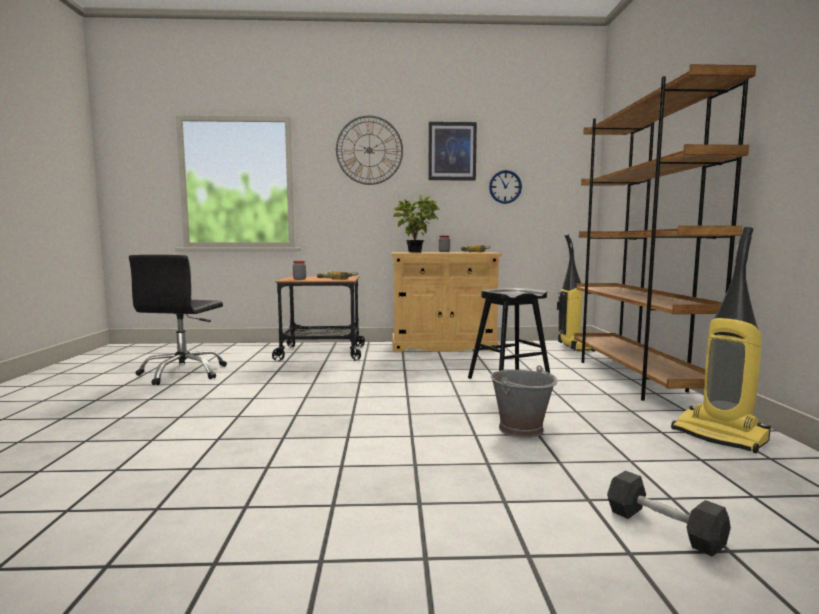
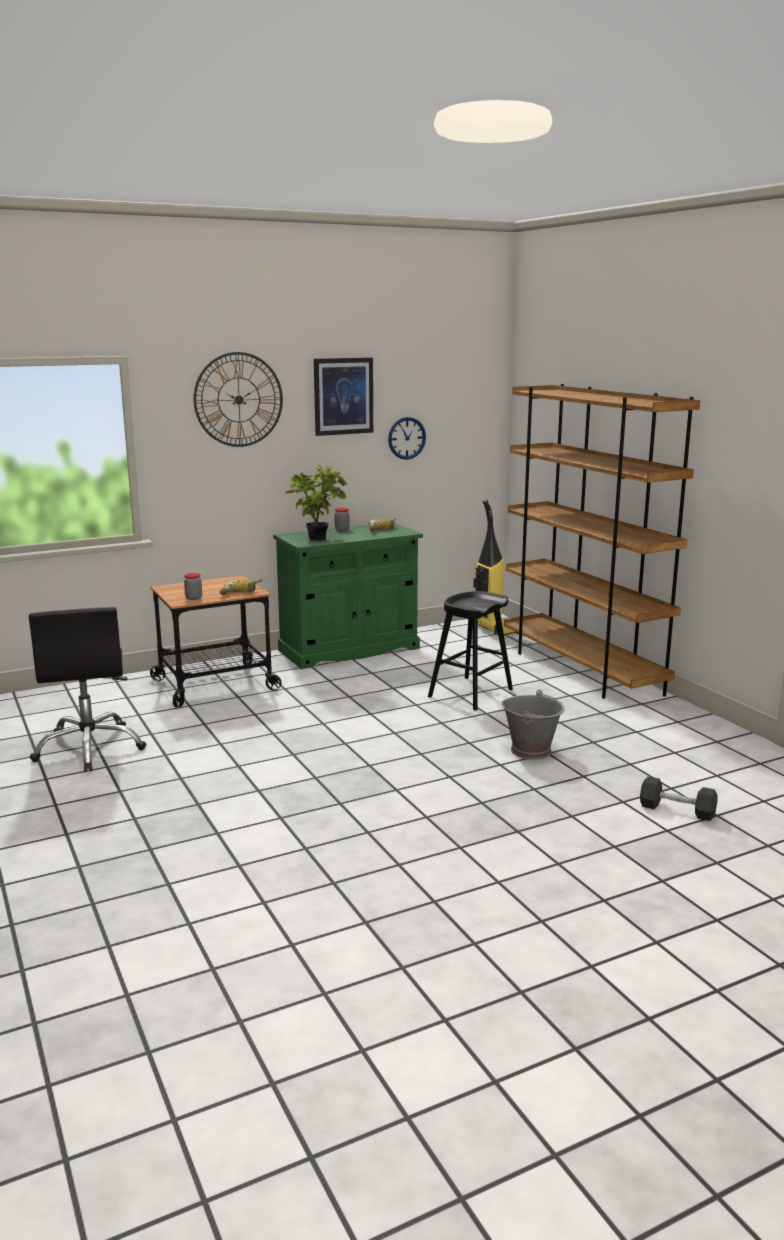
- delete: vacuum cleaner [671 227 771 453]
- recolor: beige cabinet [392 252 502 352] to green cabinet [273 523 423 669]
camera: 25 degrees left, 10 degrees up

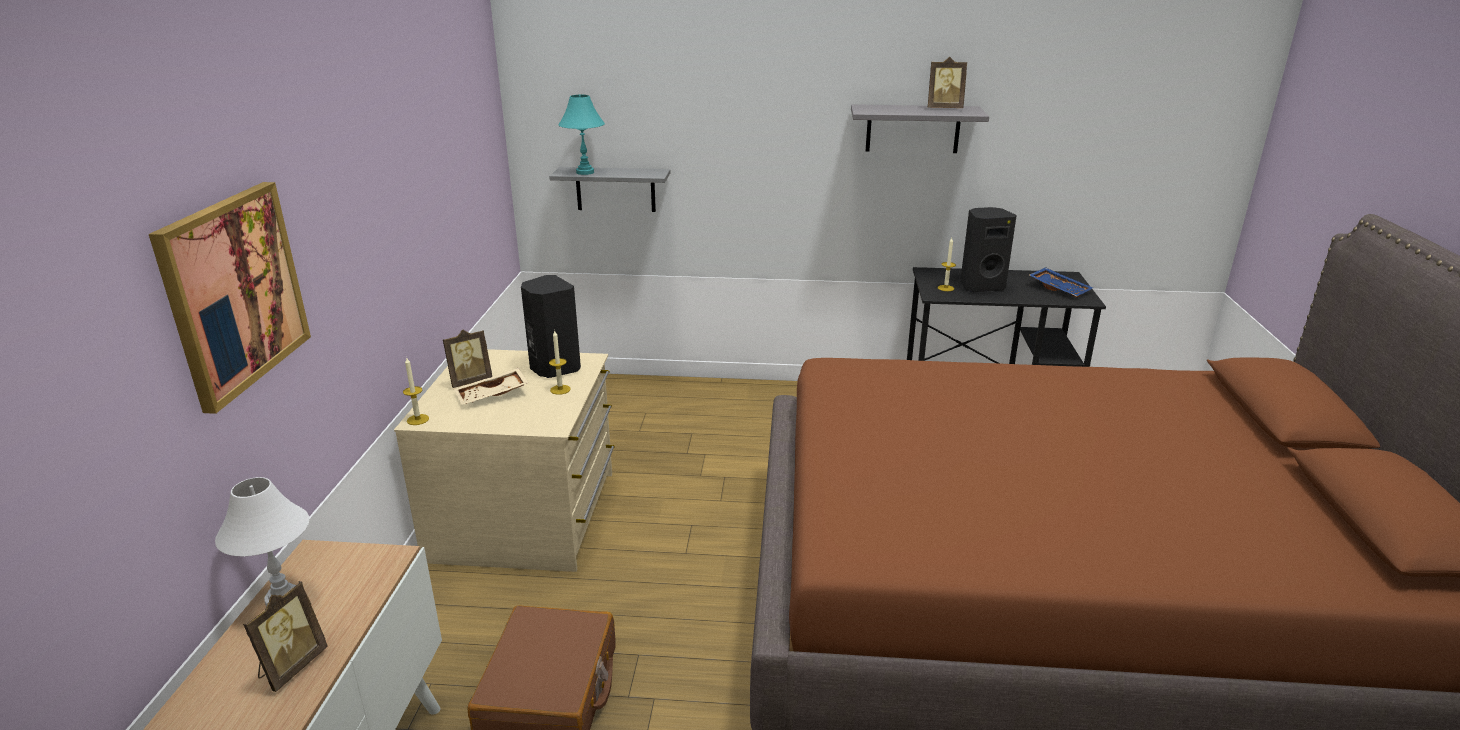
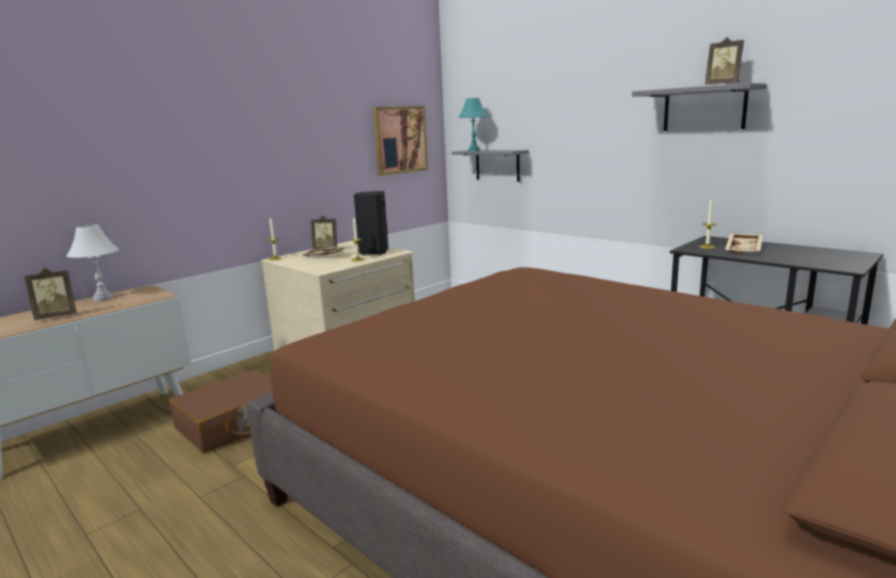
- move: picture [149 182 311 414] to [373 106 428 176]
- replace: black speaker [960 207 1017 292] to beige tray [725 233 763 254]
- delete: blue tray [1029 267 1093 298]
camera: 40 degrees right, 10 degrees down

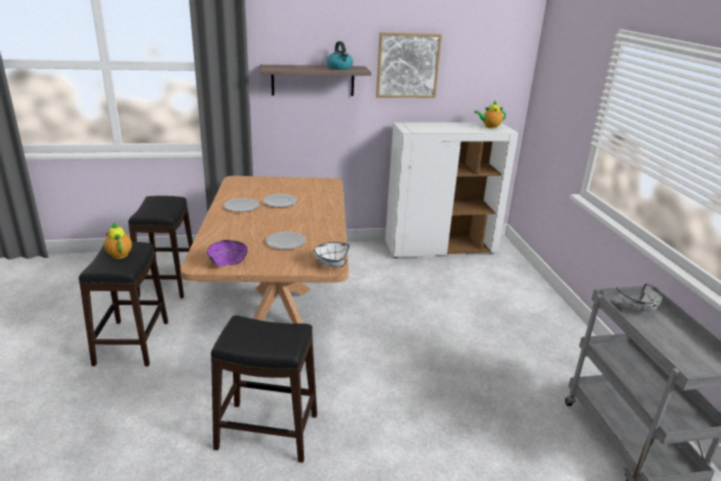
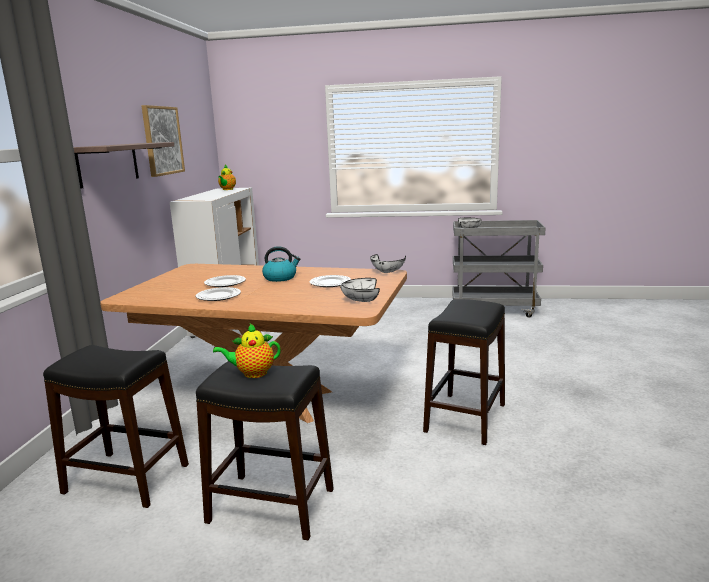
- move: kettle [327 41 353 70] to [262 246 301 282]
- recolor: purple bowl [207 240 247 266] to white bowl [340 278 380 302]
camera: 70 degrees left, 10 degrees down

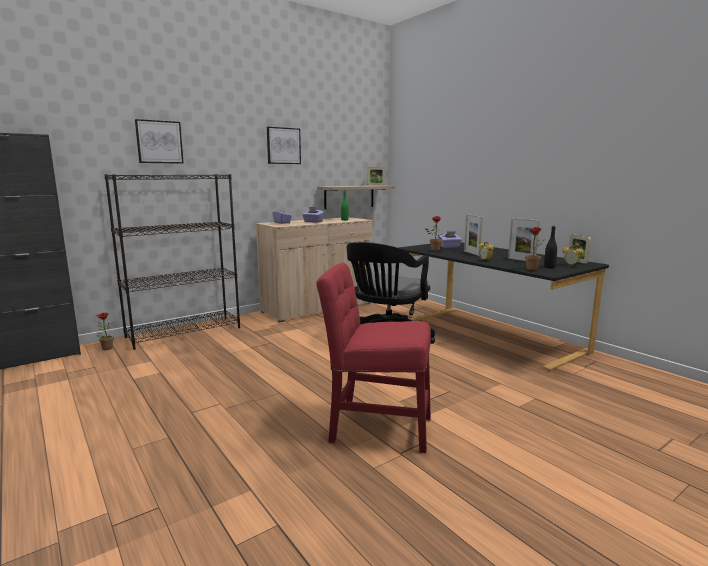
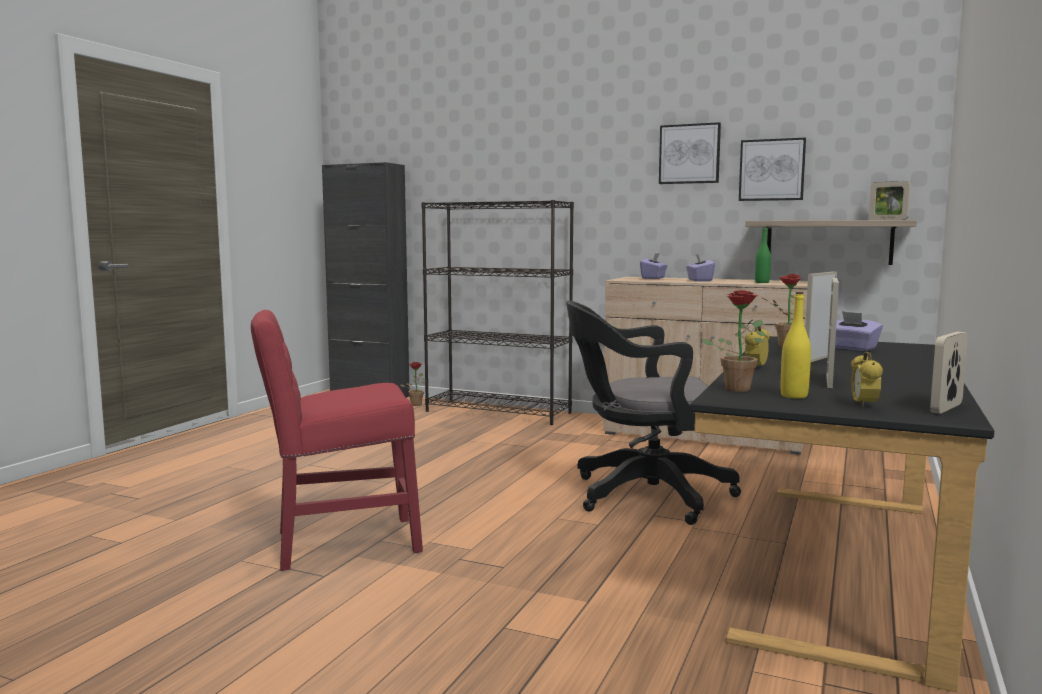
- move: picture [135 119 184 164] to [739 138 806 201]
- recolor: black bottle [544 226 557 268] to yellow bottle [781 292 811 399]
- rotate: red chair [317 263 431 453] = [251 310 423 571] 90 degrees counterclockwise
camera: 60 degrees right, 5 degrees down

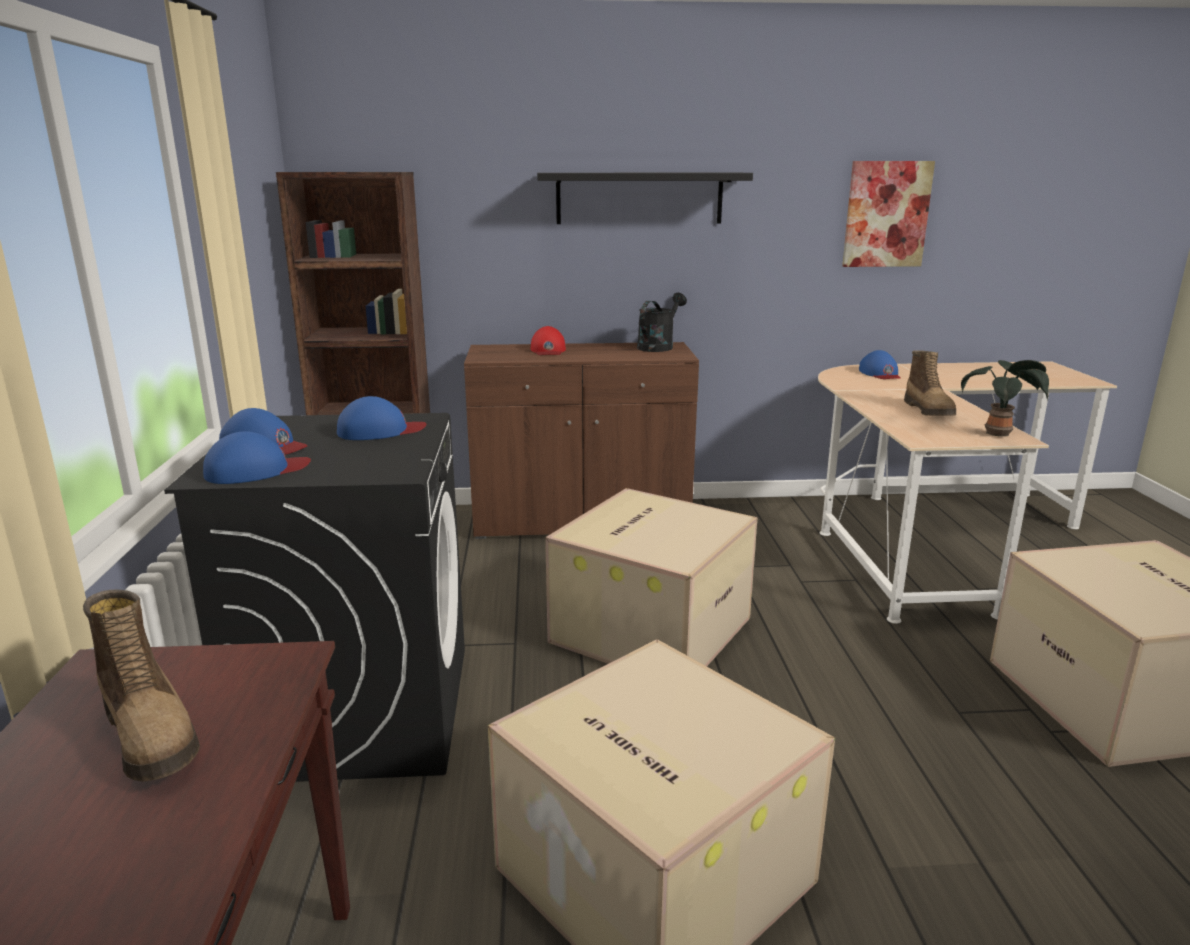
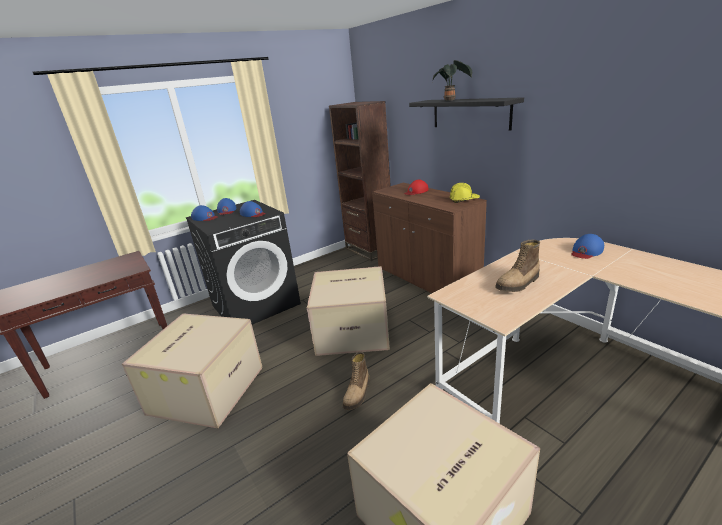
- delete: picture [842 161 935 267]
- replace: black watering can [637 293 687 352] to yellow hard hat [450 183 480 203]
- move: potted plant [961 360 1049 437] to [433 60 472 101]
- move: boot [83 590 200 782] to [343 352 370 410]
camera: 60 degrees right, 5 degrees up

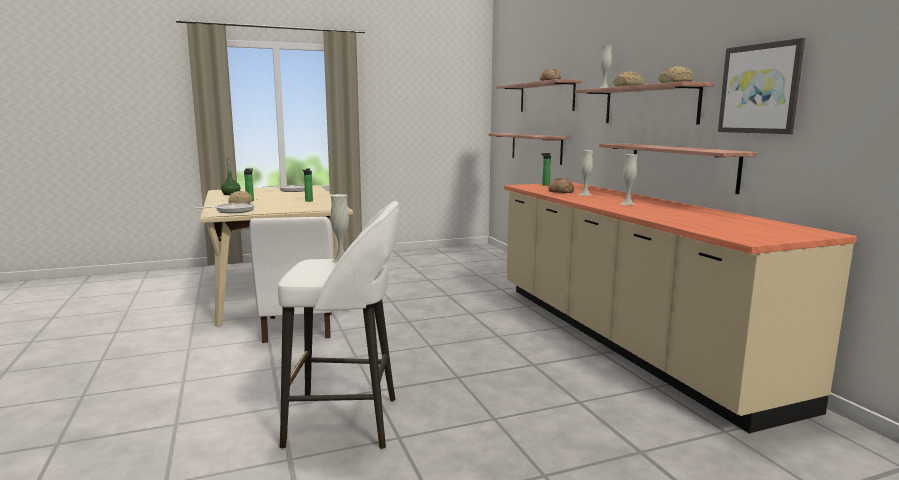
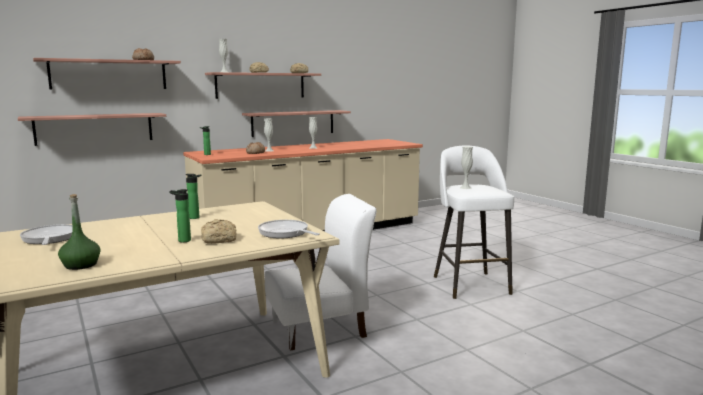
- delete: picture [718 38 805 134]
camera: 100 degrees left, 0 degrees up

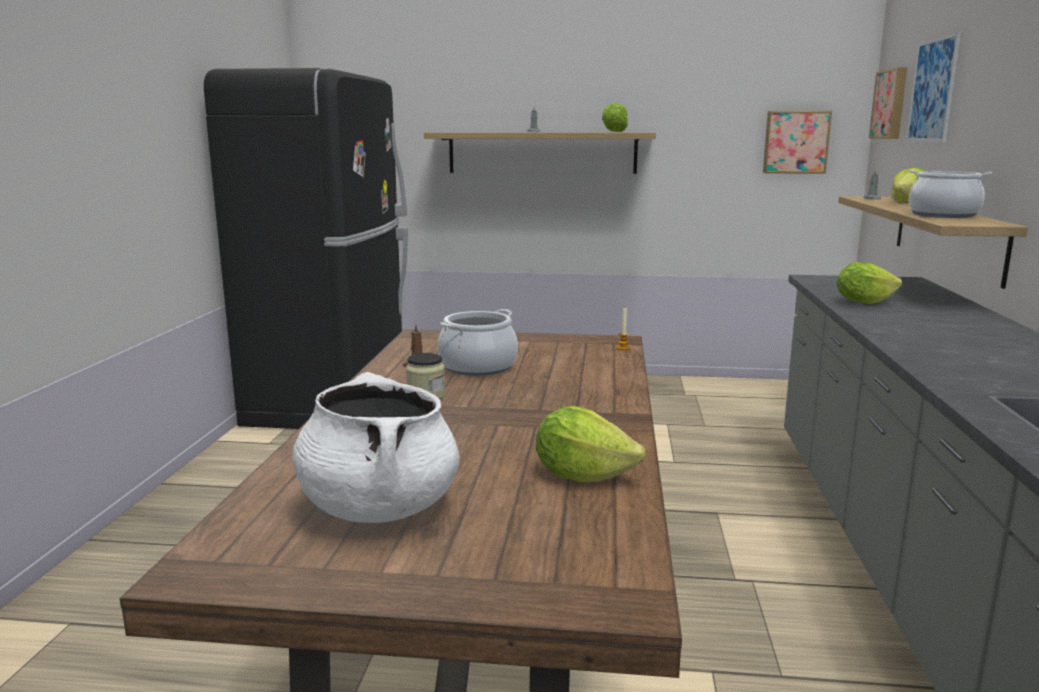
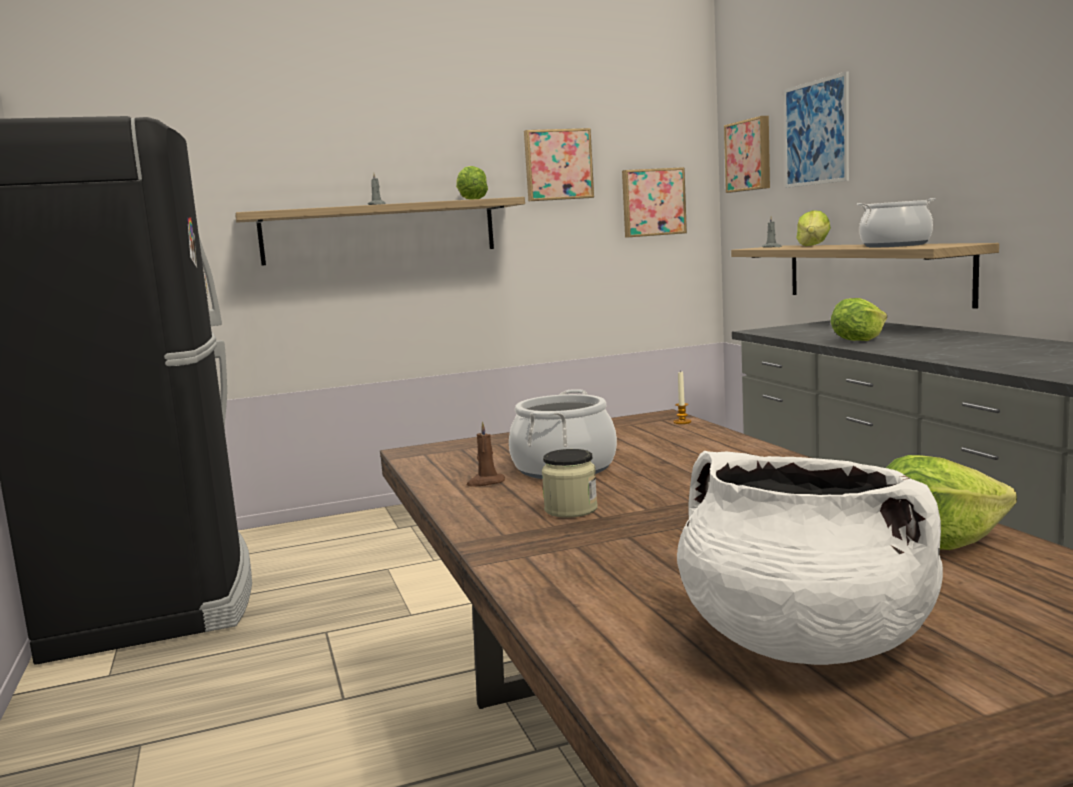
- insert: picture [524 128 594 201]
camera: 25 degrees left, 5 degrees down

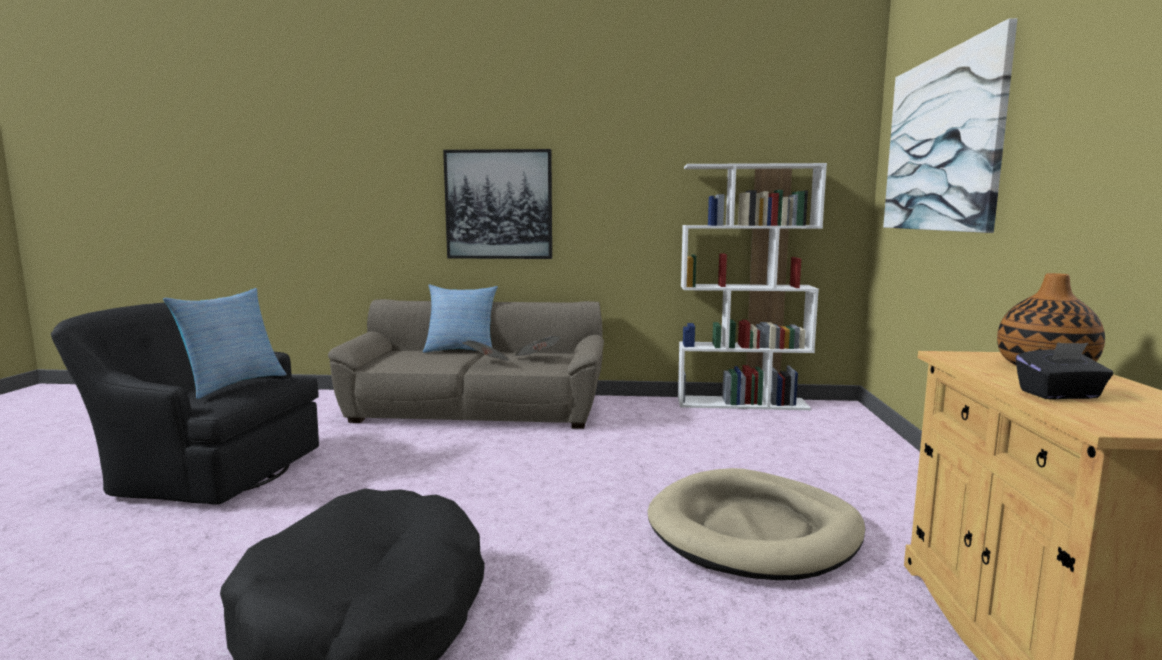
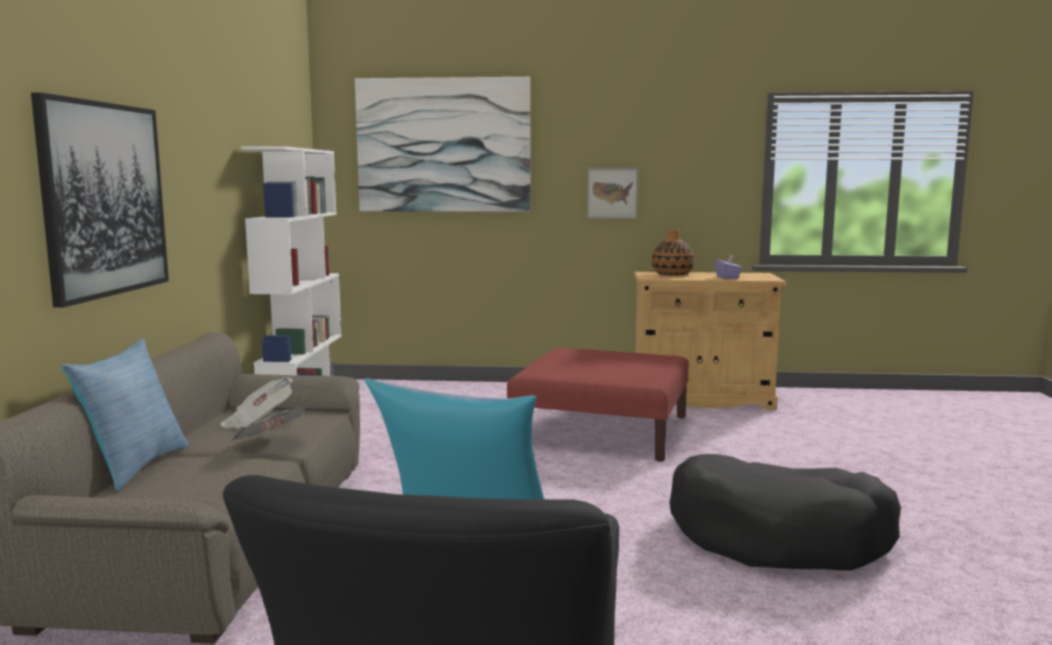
- recolor: black tissue box [1016 342 1113 399] to purple tissue box [715 254 742 279]
- replace: beige dog bed [648 468 865 580] to red ottoman [507 348 689 462]
- insert: picture [587 168 638 219]
camera: 90 degrees left, 0 degrees up

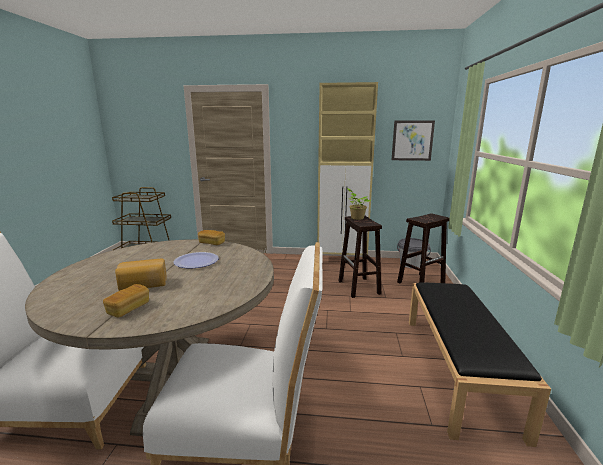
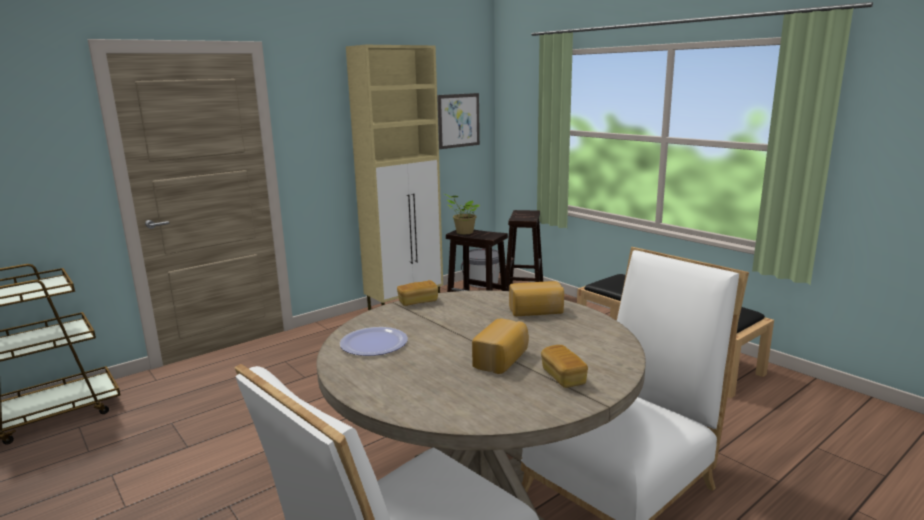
- move: plate [173 252 219 268] to [340 327 408 356]
- insert: bread [509 281 564 316]
camera: 45 degrees left, 0 degrees up

